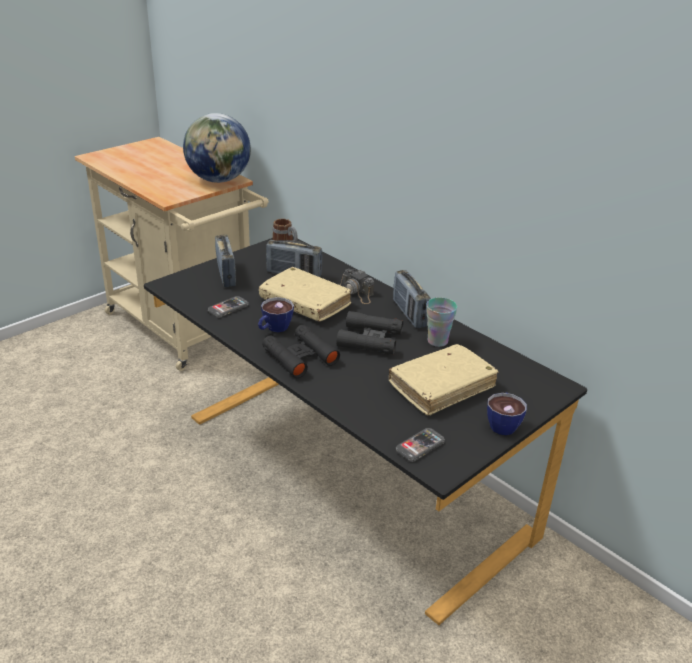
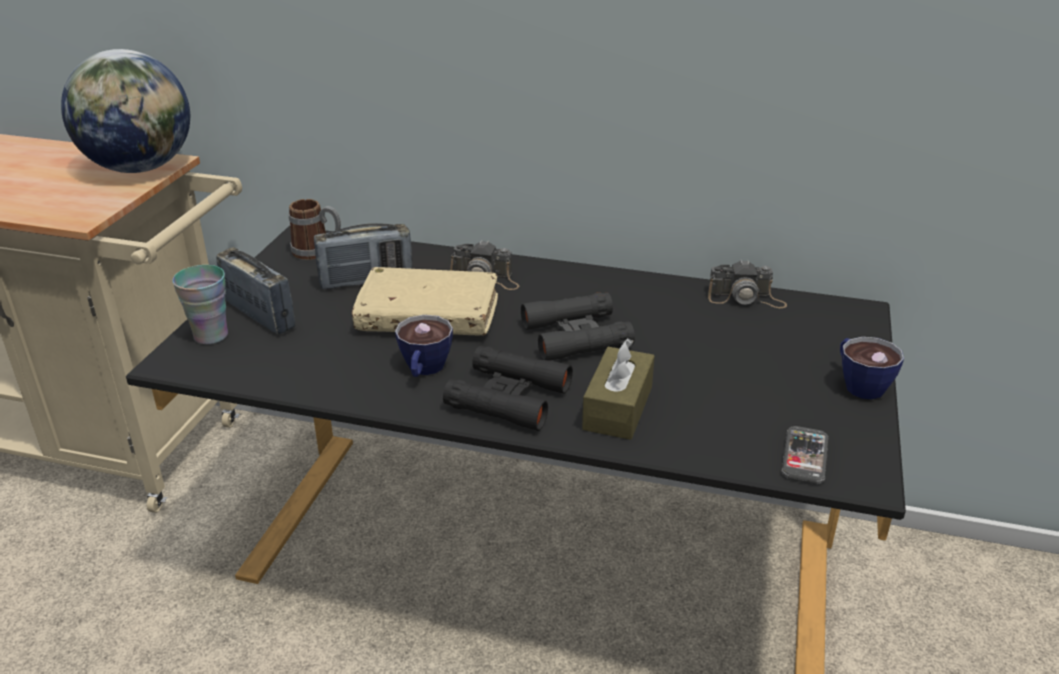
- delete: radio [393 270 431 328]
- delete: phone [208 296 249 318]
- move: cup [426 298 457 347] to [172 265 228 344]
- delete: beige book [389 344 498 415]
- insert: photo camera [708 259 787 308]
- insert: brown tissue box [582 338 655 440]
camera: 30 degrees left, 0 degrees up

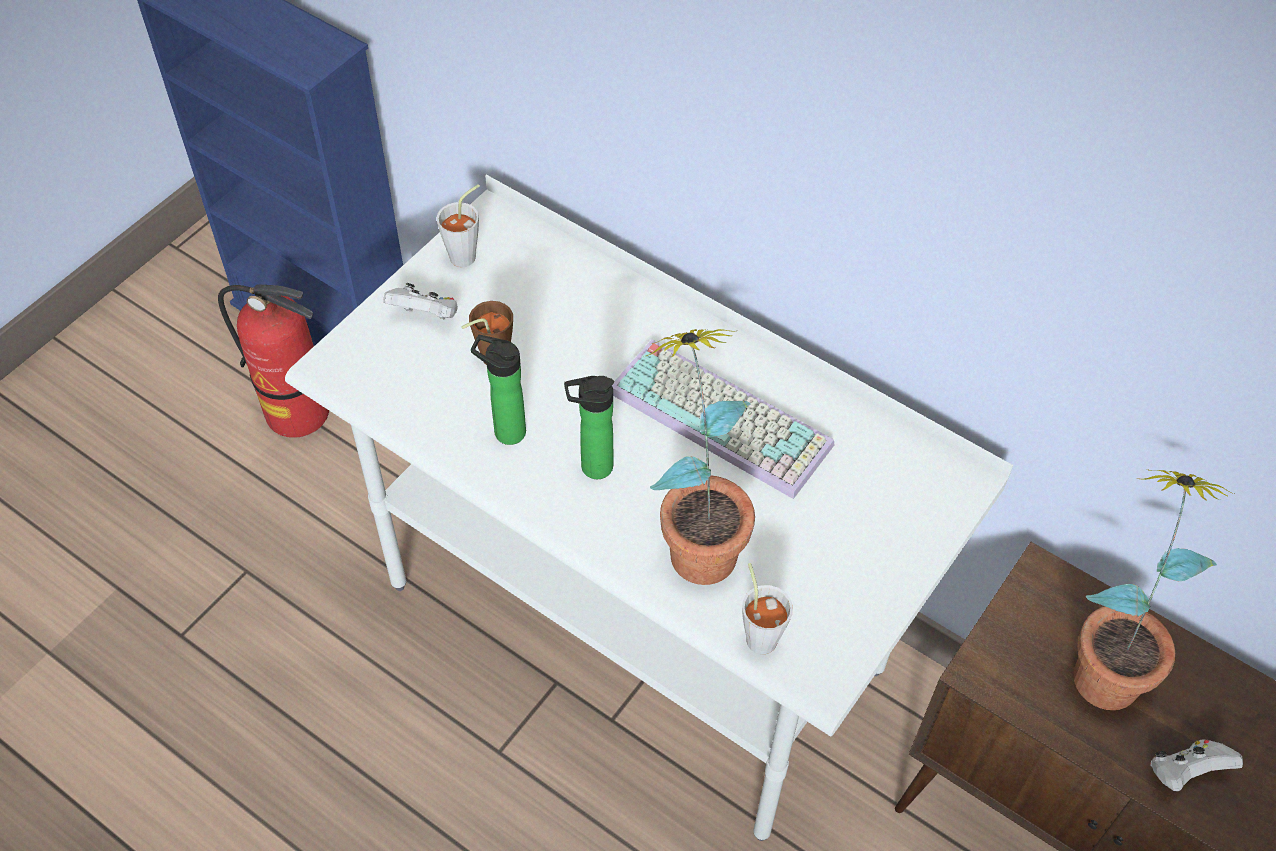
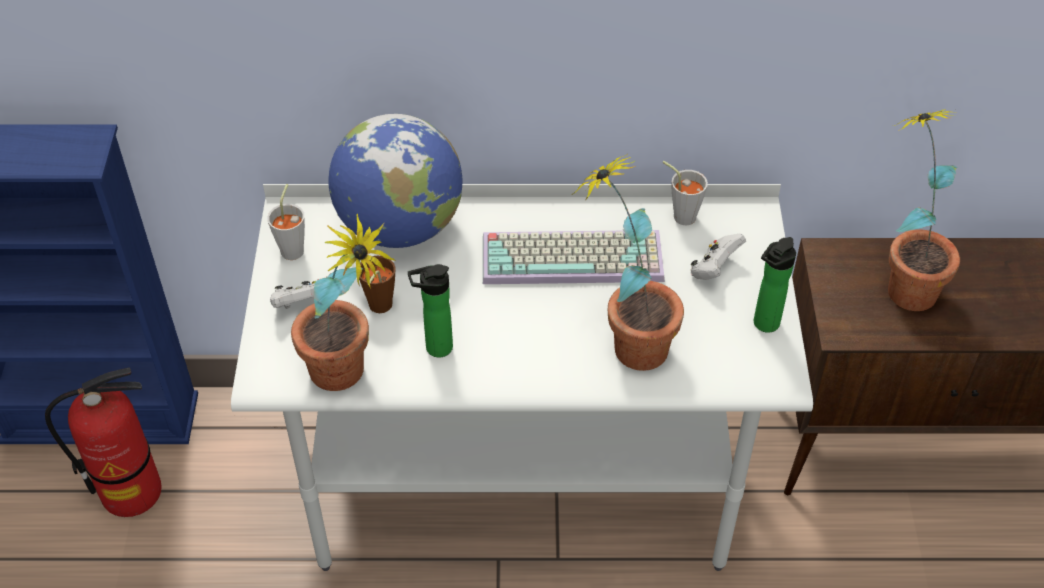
- move: bottle [564 376 614 479] to [754 237 796 333]
- move: grey cup [742 563 793 654] to [663 161 708 225]
- move: white game controller [1150 739 1243 792] to [691 233 746 280]
- insert: globe [328 114 463 248]
- insert: potted plant [291 214 395 391]
camera: 35 degrees left, 5 degrees down

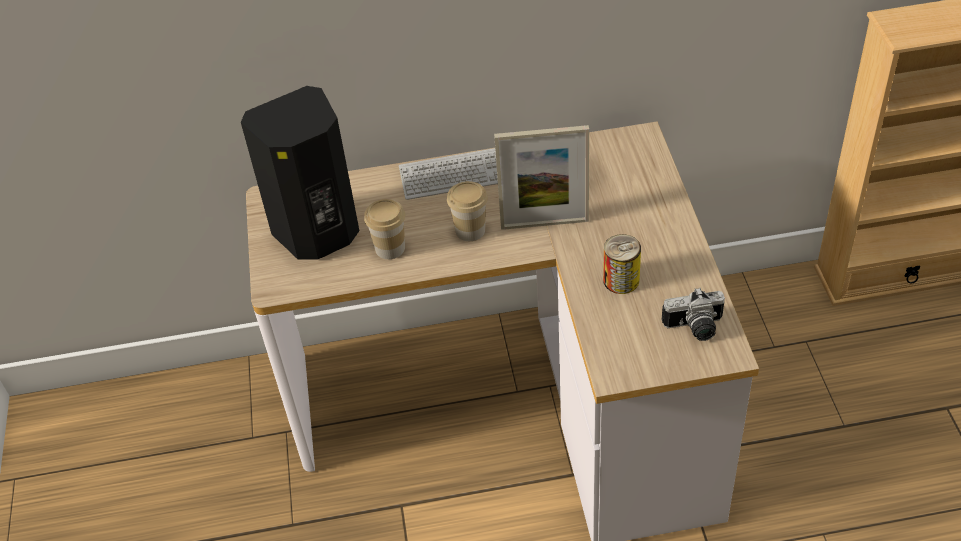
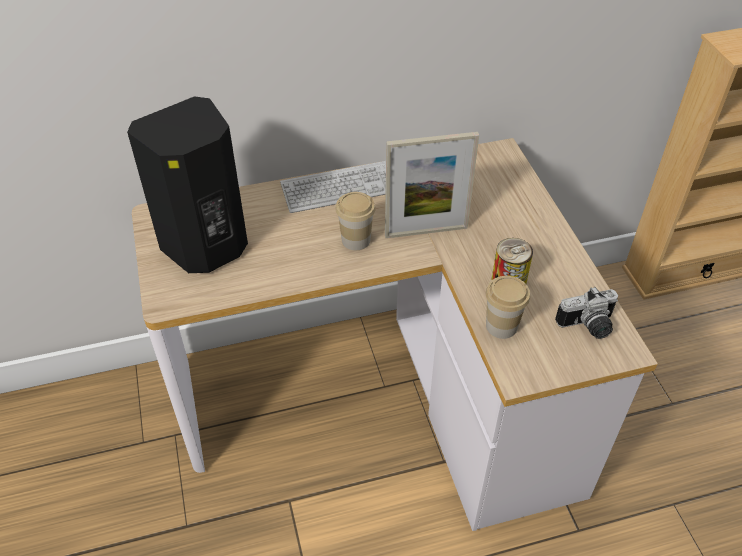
- move: cup [364 199 405 259] to [486 276 530 339]
camera: 10 degrees left, 0 degrees up

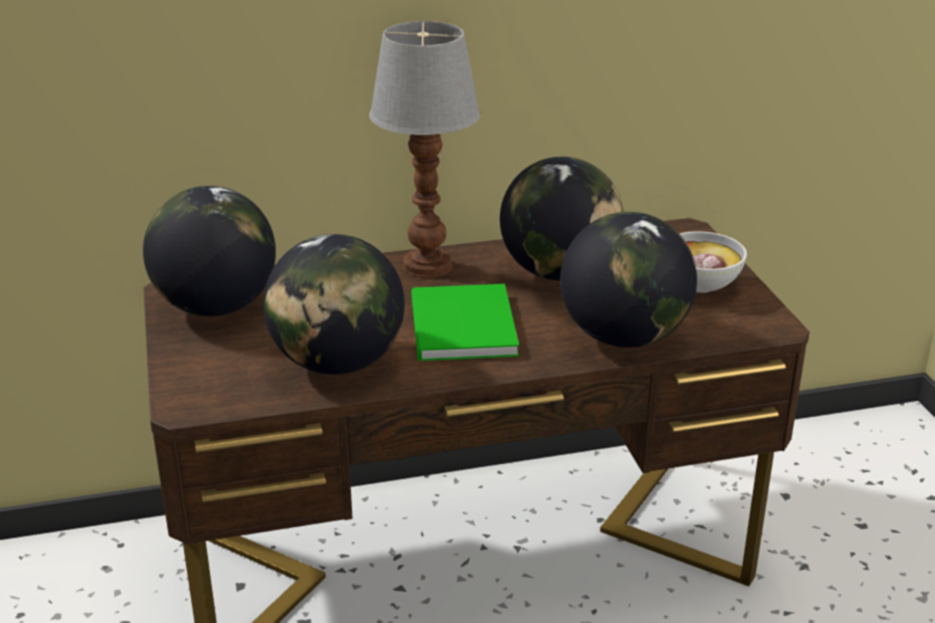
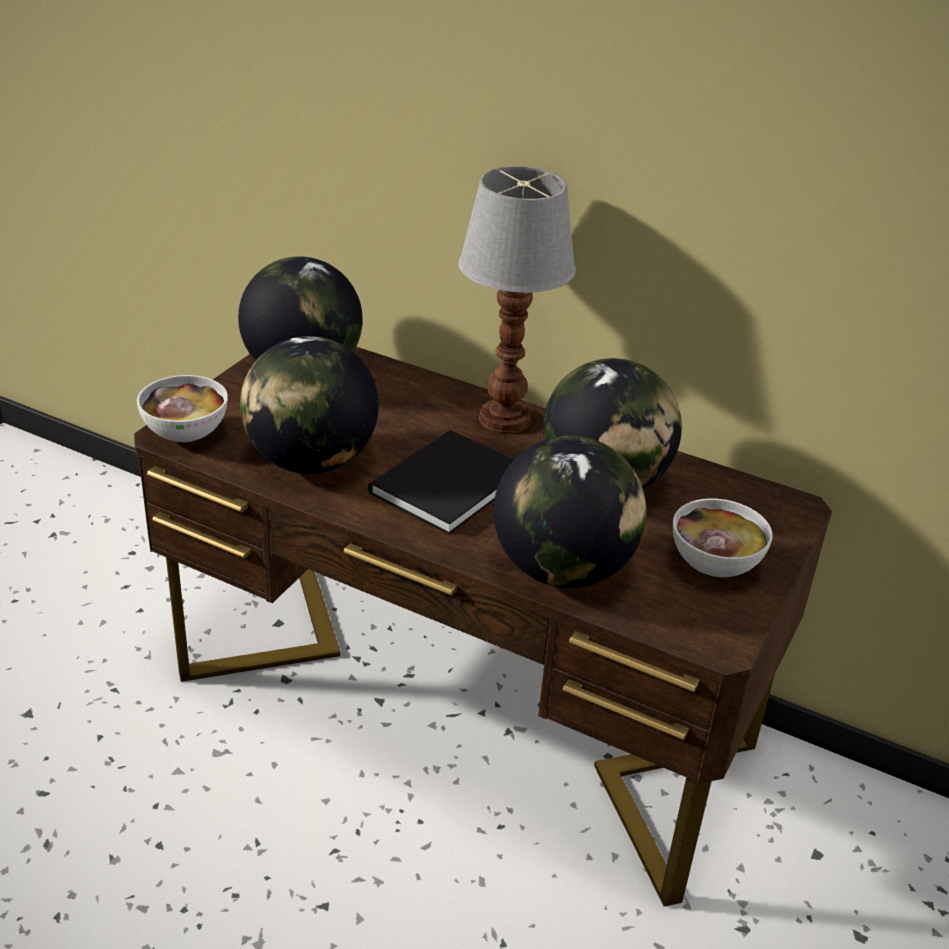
- recolor: green book [411 284 519 361] to black book [368 430 514 534]
- insert: bowl [137 375 228 442]
camera: 40 degrees right, 5 degrees up

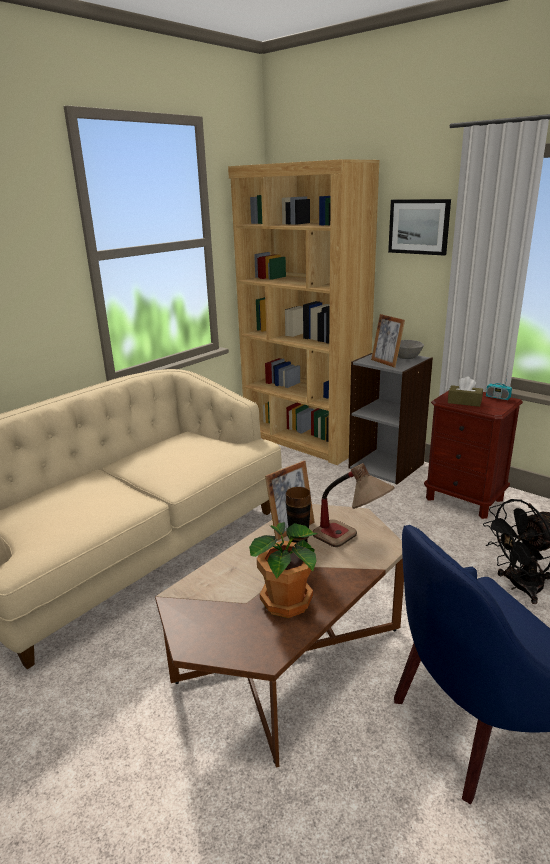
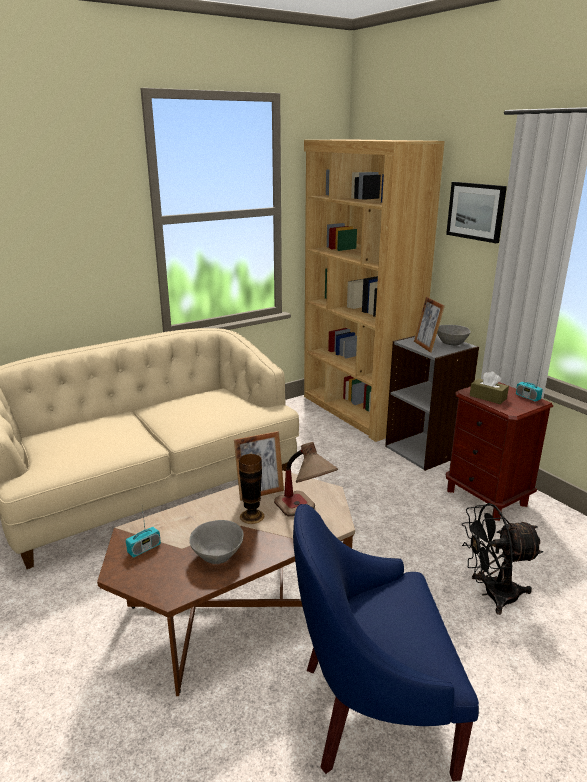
- replace: potted plant [249 522 317 618] to grey bowl [189 520 244 564]
- insert: radio [126 508 161 558]
camera: 15 degrees right, 0 degrees up

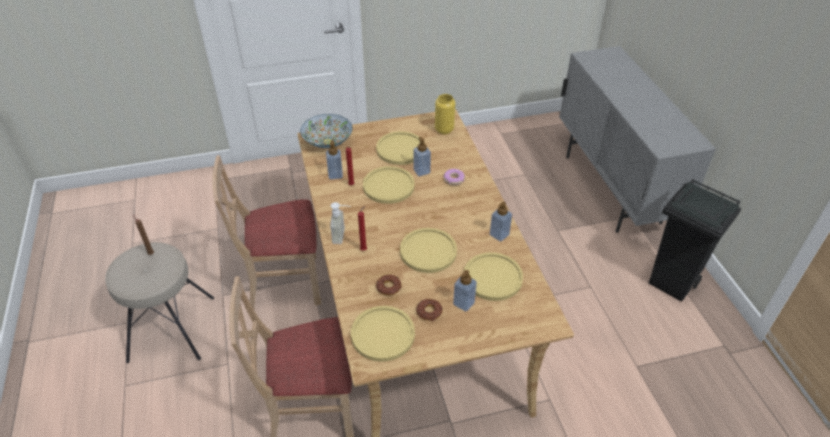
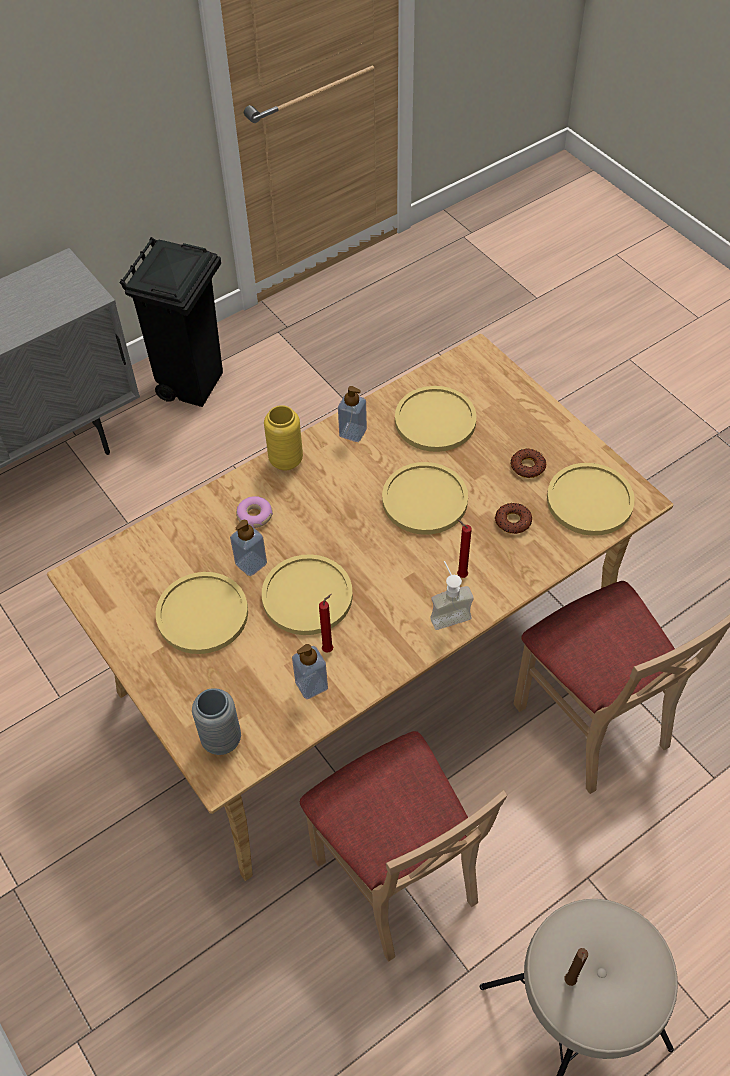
- move: yellow vase [435 94 455 135] to [264 405 303 471]
- replace: bowl [300 114 353 148] to grey vase [192 688 241 755]
- delete: soap dispenser [453 270 477 311]
camera: 110 degrees left, 10 degrees up

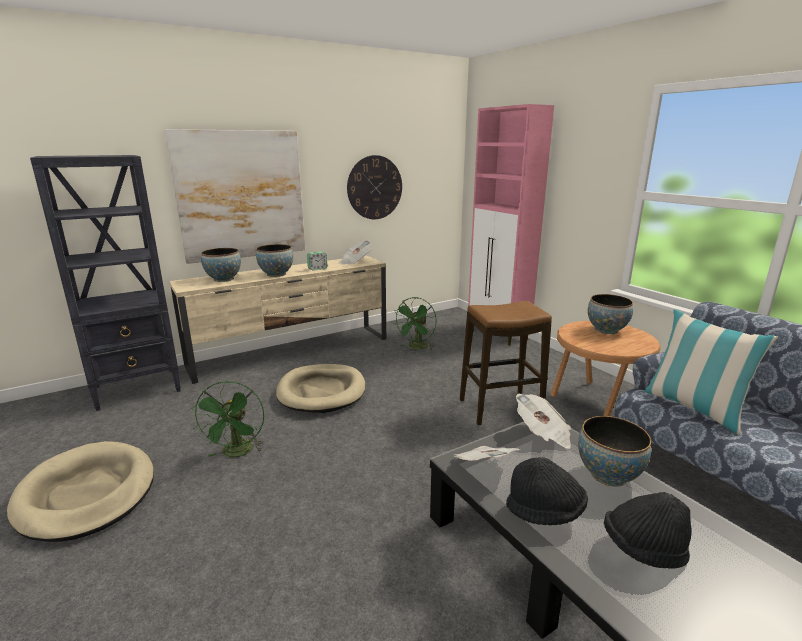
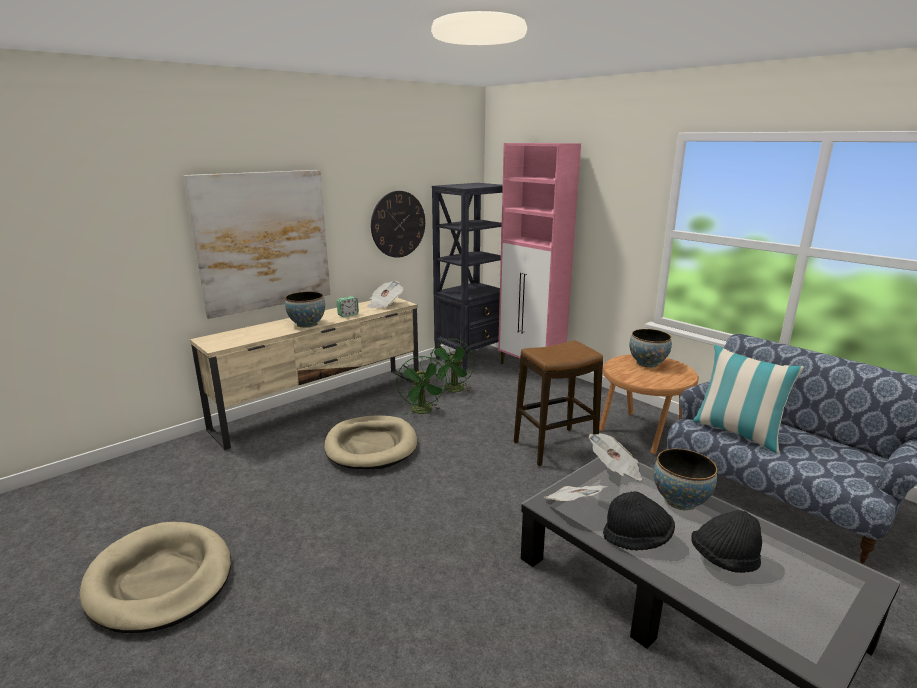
- move: black bookcase [30 155 181 411] to [432 183 505 371]
- delete: bowl [201 248 241 282]
- move: green fan [193 381 264 458] to [396 356 447 415]
camera: 10 degrees left, 0 degrees up

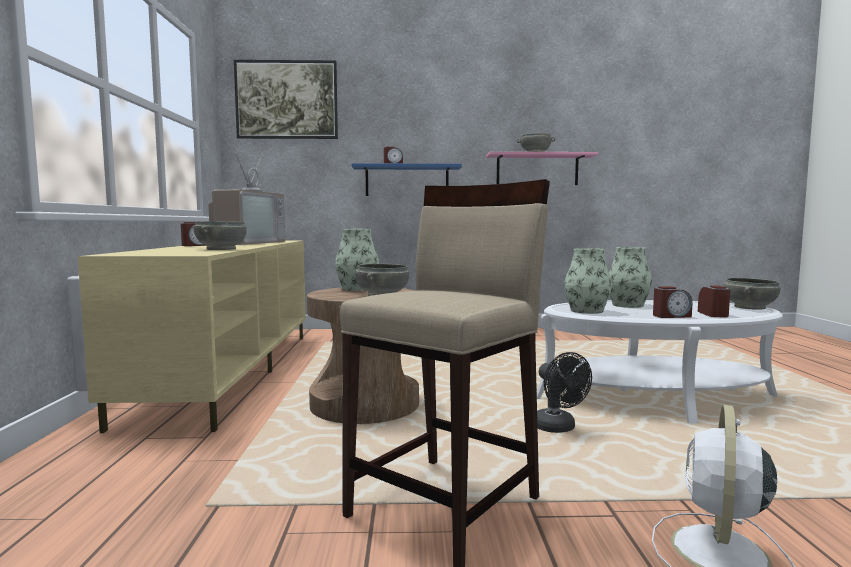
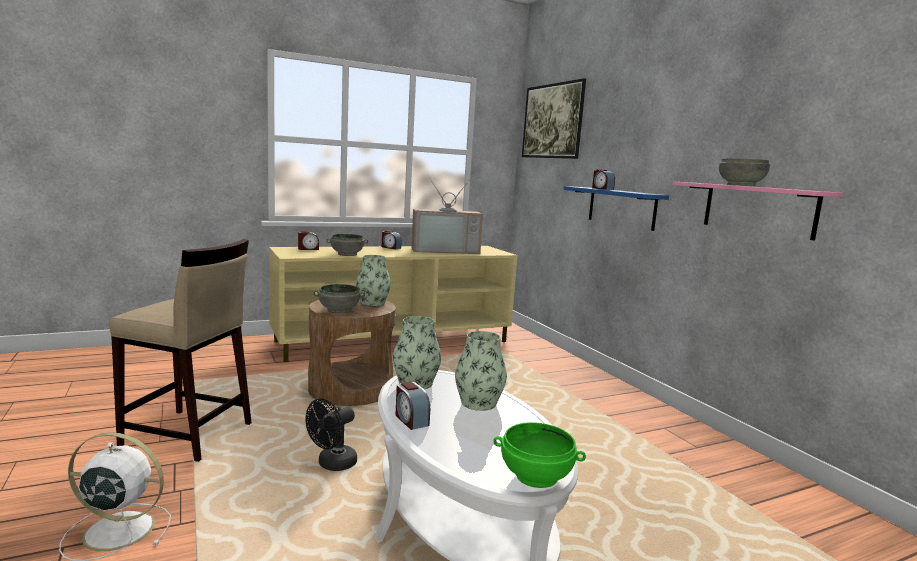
- recolor: grey bowl [724 278 780 310] to green bowl [493 422 586 488]
- move: alarm clock [698 286 730 317] to [298 231 319 250]
camera: 65 degrees right, 5 degrees up

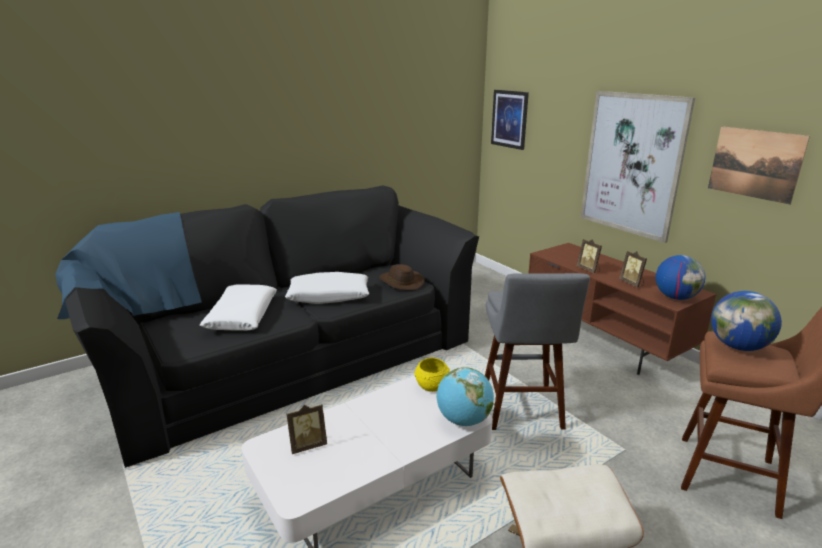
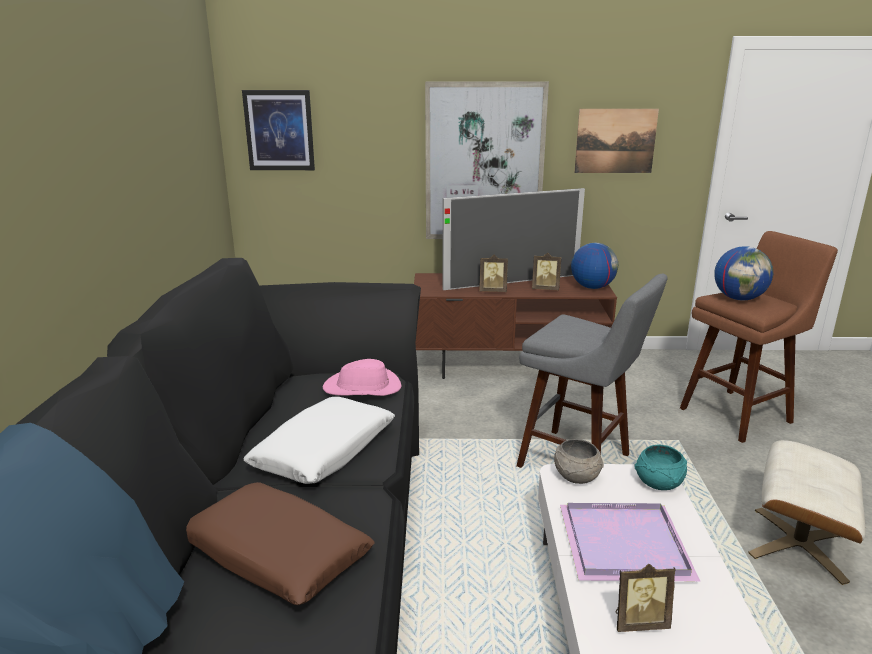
- recolor: brown hat [379 264 425 291] to pink hat [323 359 402 396]
- recolor: white pillow [200 285 277 331] to brown pillow [186 482 375 605]
- recolor: yellow bowl [415 358 450 392] to grey bowl [554 439 604 484]
- replace: globe [437 367 494 426] to turquoise bowl [635 445 687 490]
- rotate: picture frame [286 405 327 454] = [616 564 676 632] 75 degrees clockwise
- insert: television [442 188 585 290]
- insert: purple tray [560 503 700 581]
camera: 55 degrees left, 0 degrees up

